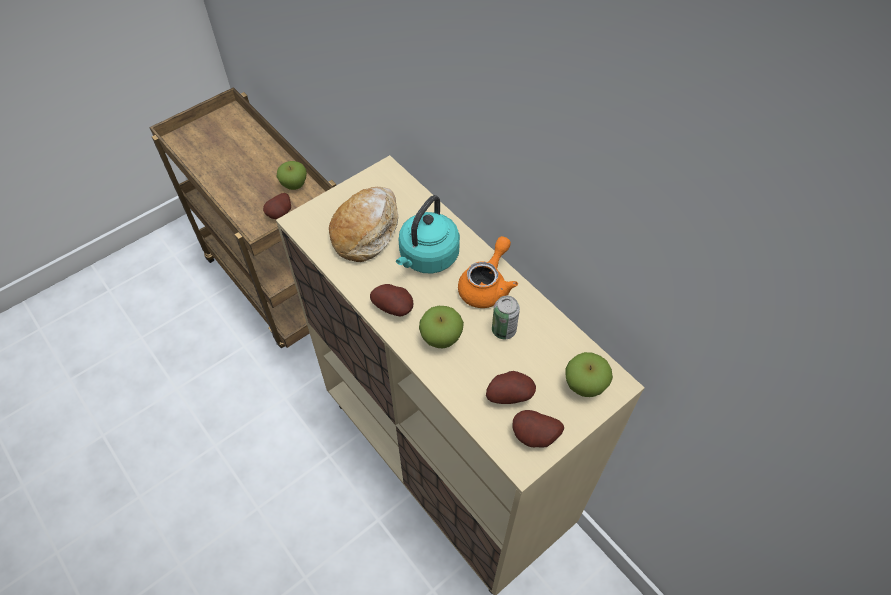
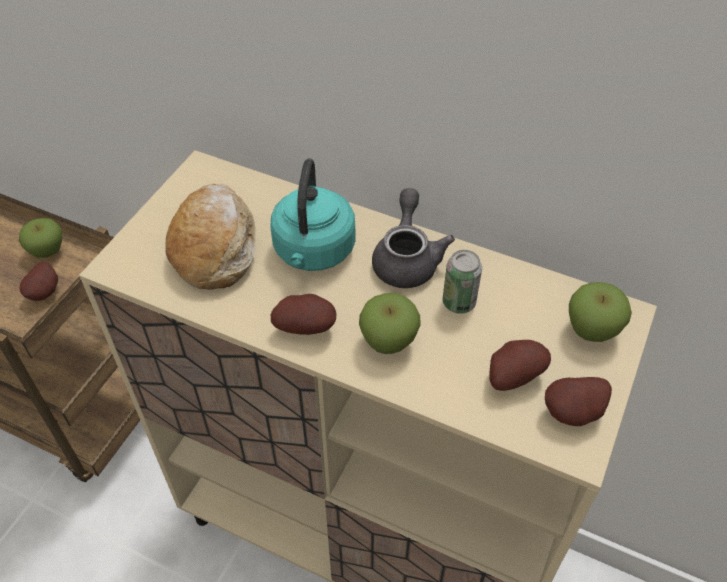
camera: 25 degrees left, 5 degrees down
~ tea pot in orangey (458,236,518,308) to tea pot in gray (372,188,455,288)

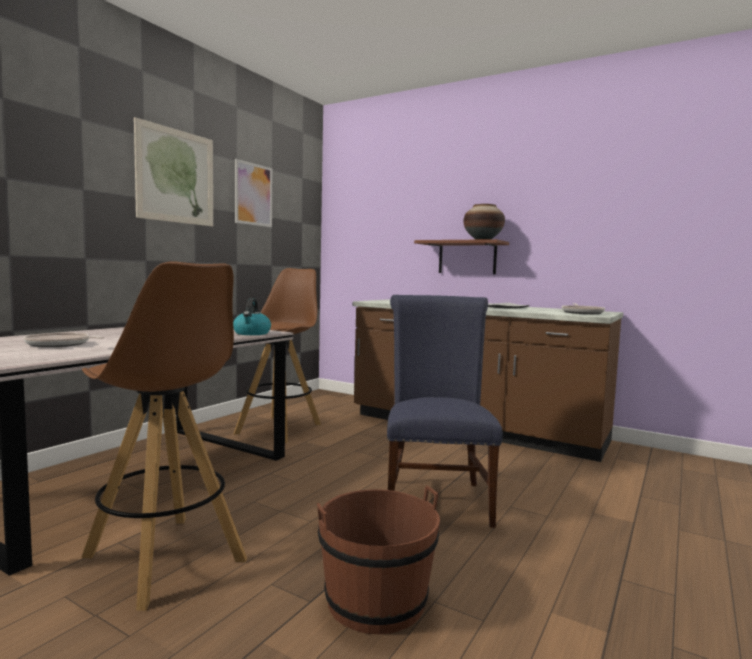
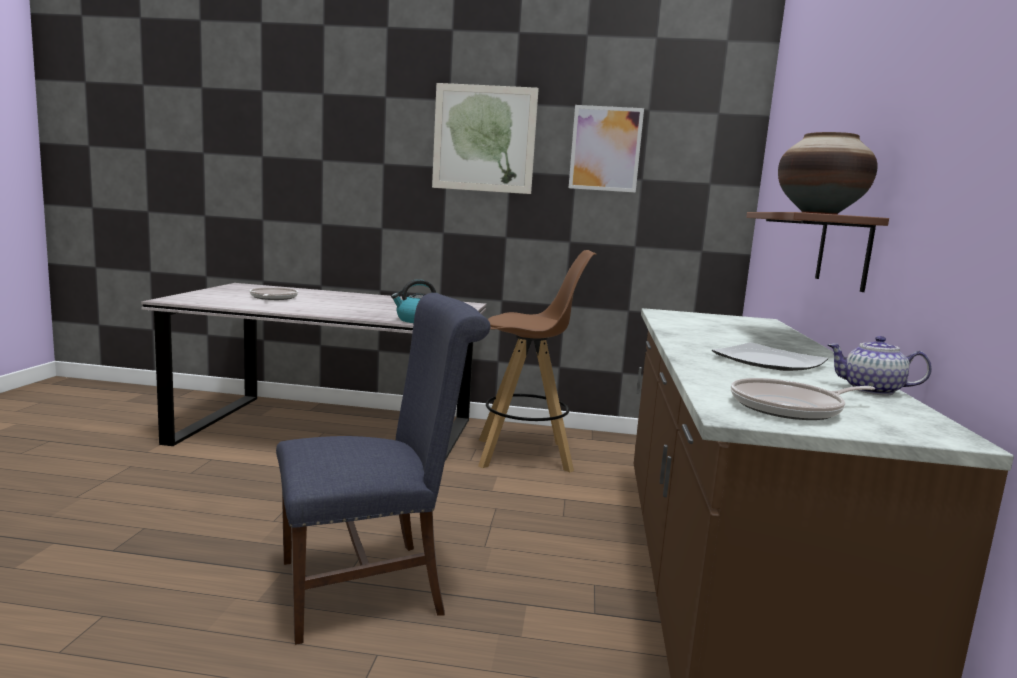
camera: 65 degrees right, 5 degrees up
- stool seat in brownish (81,261,247,611)
- water bucket in brownish (317,485,440,634)
+ tea pot (827,336,932,396)

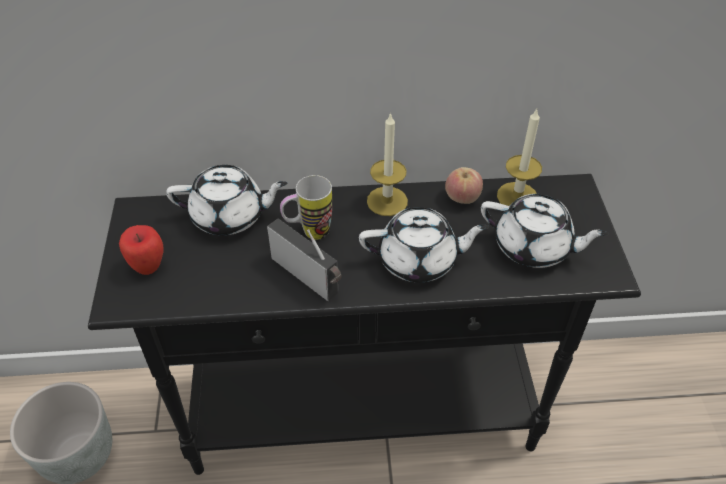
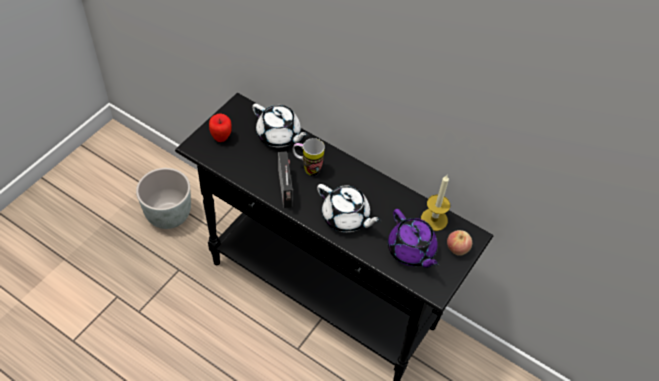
camera: 35 degrees right, 5 degrees up
- wax candle (367,112,408,216)
~ apple (445,167,483,204) to (447,230,472,256)
~ tea pot in white-coloured (481,194,609,268) to tea pot in purple (388,209,439,268)

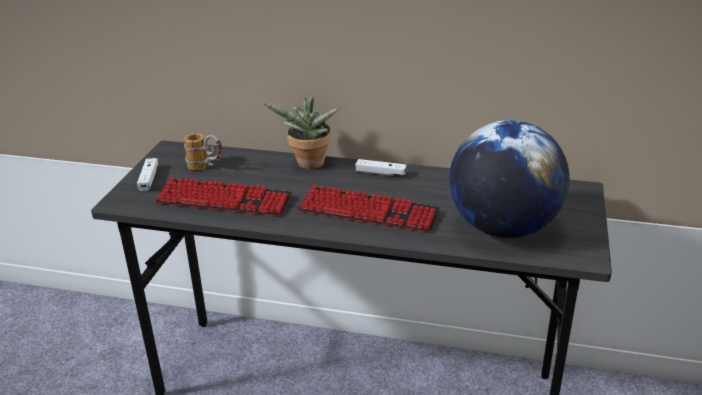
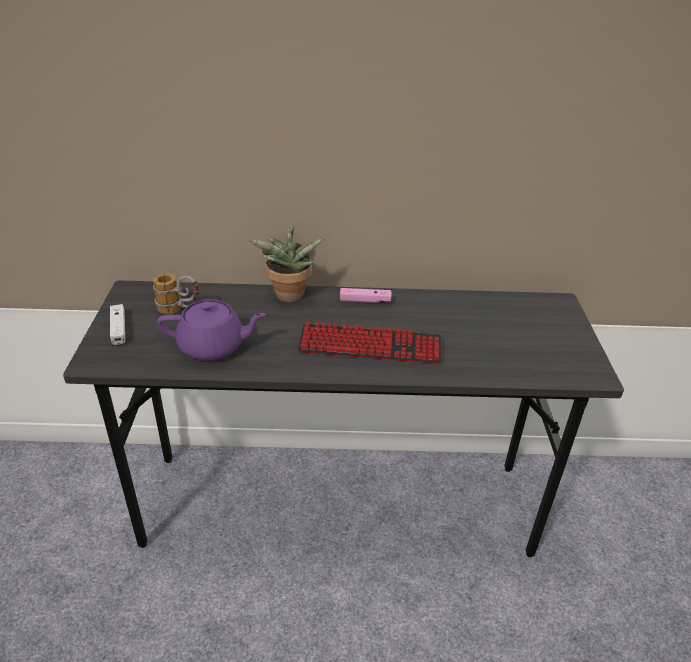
camera: 15 degrees left, 5 degrees up
- world globe (449,120,570,238)
~ keyboard (155,177,293,216) to tea pot in purple (157,300,266,361)
~ joypad in white-coloured (355,159,407,176) to joypad in pink-coloured (340,288,392,303)

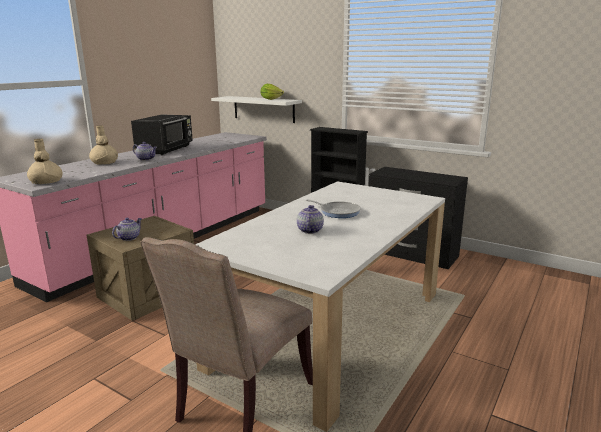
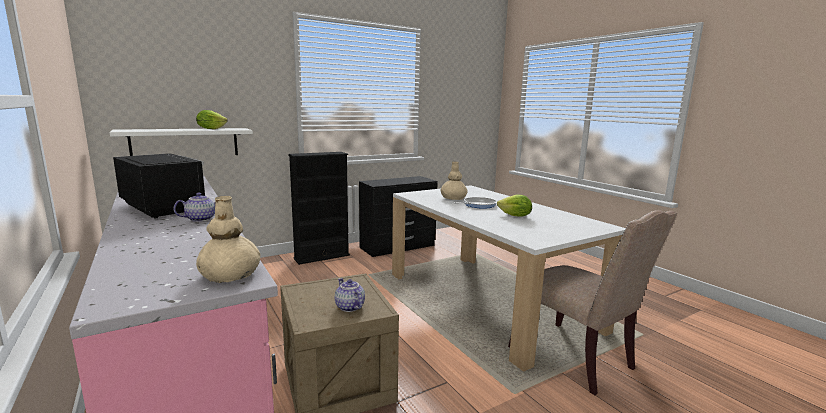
camera: 65 degrees left, 5 degrees down
~ flower vase in sand-coloured (89,126,118,165) to (441,162,468,200)
~ tea pot (297,205,324,234) to lettuce head (497,195,532,217)

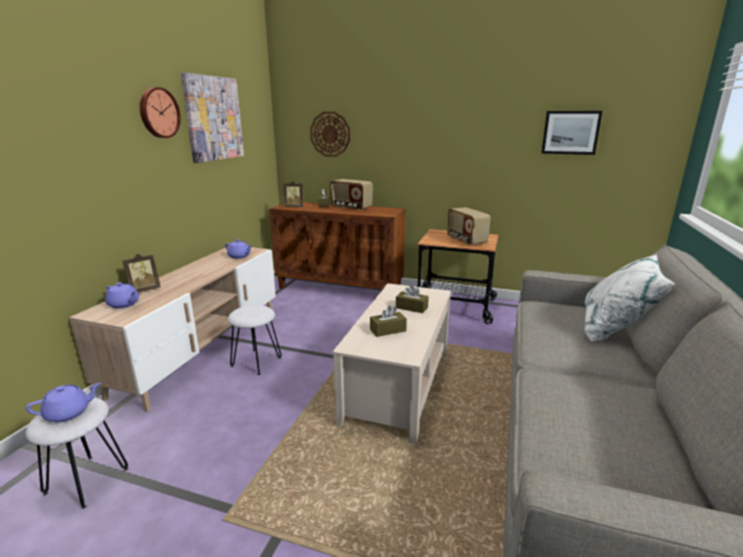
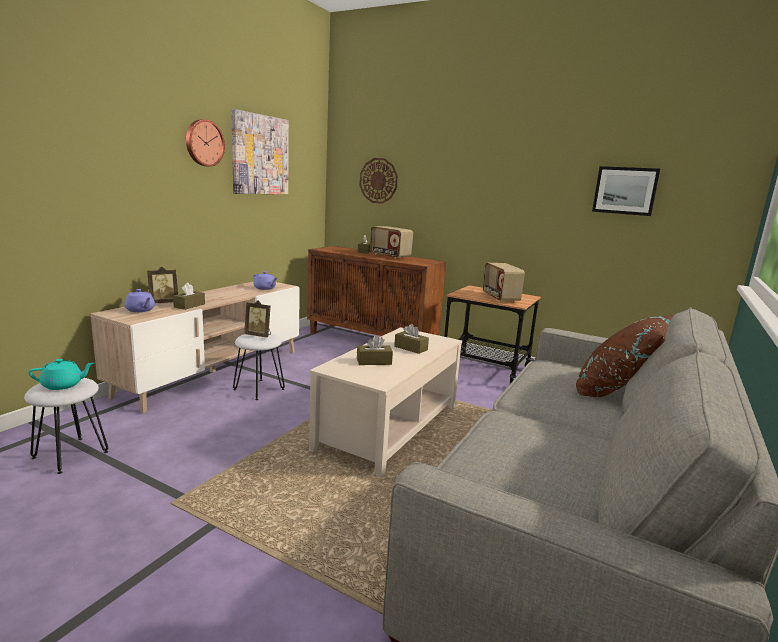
camera: 10 degrees right, 5 degrees down
+ tissue box in brownish (173,283,205,310)
~ picture frame (284,181,303,207) to (244,300,271,337)
~ tea pot in purple (26,383,101,422) to tea pot in turquoise-coloured (28,359,94,390)
~ pillow in white-coloured (584,254,675,341) to pillow in brownish (576,315,674,397)

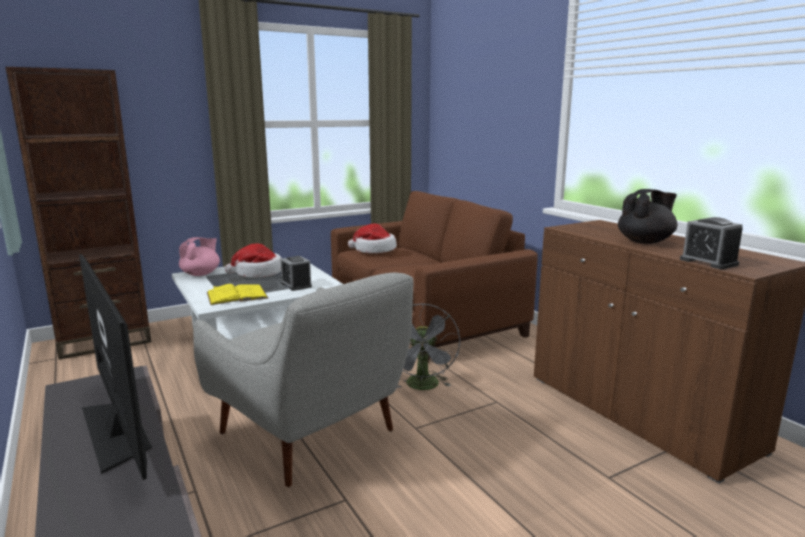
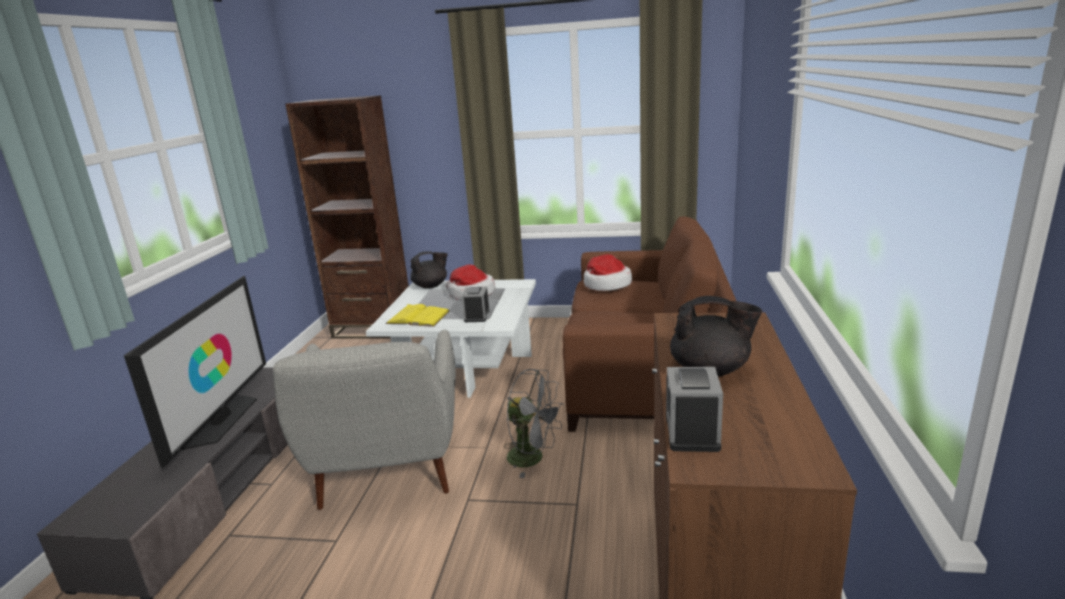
camera: 40 degrees right, 5 degrees up
~ tea pot in pink-coloured (179,237,220,276) to tea pot in black (410,251,448,288)
~ cooling fan in gray (397,303,460,390) = (504,369,564,478) 105 degrees counterclockwise

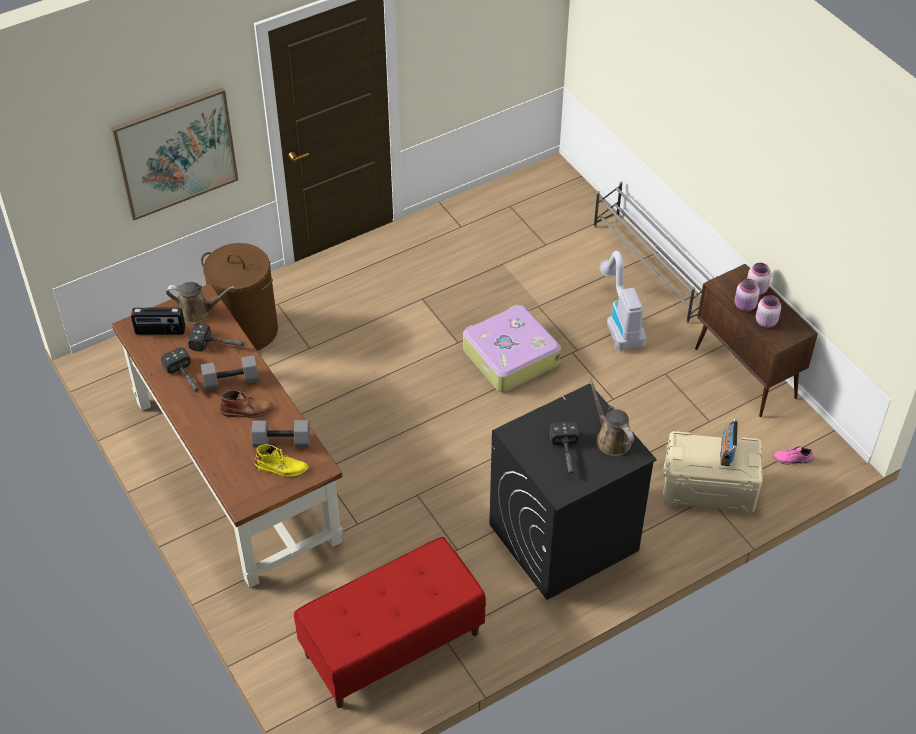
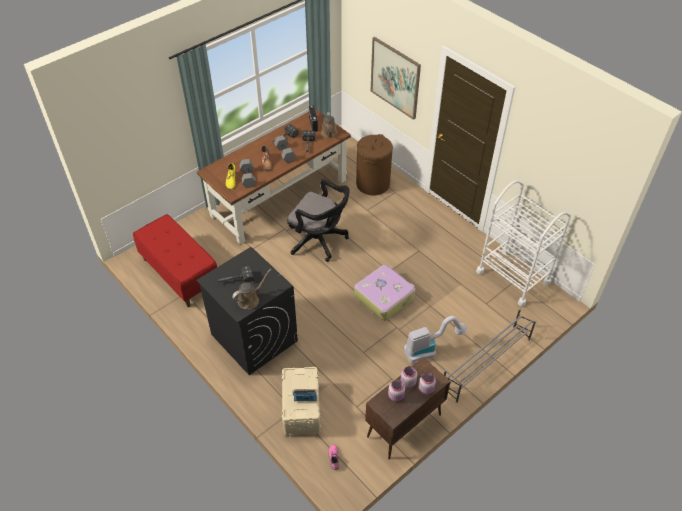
camera: 80 degrees right, 0 degrees up
+ office chair in black (287,179,350,262)
+ wheeled cart in white-coloured (476,180,571,307)

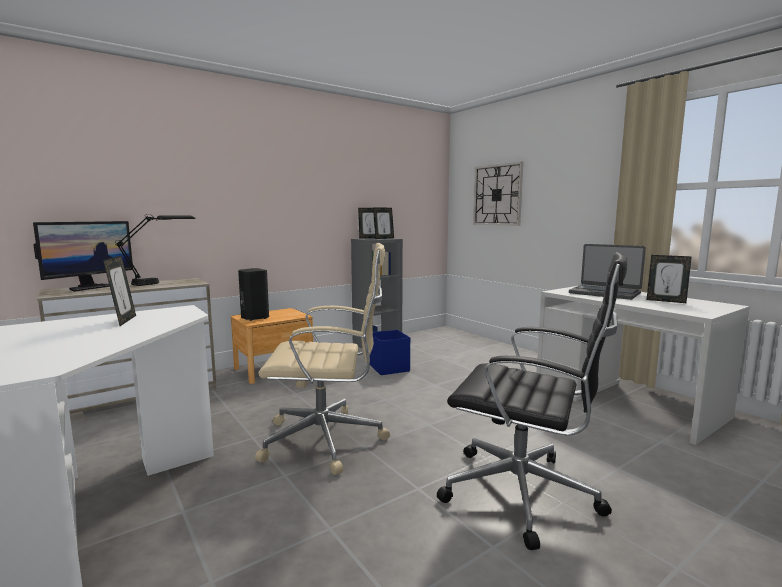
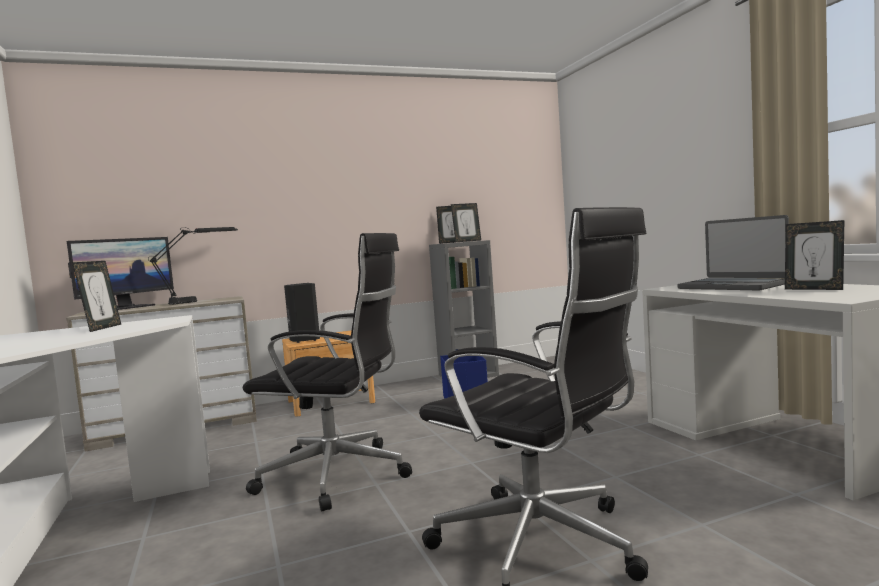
camera: 15 degrees right, 5 degrees down
- hanging clock (473,162,523,226)
~ office chair in sand-coloured (255,243,390,475) to office chair in black (243,233,412,511)

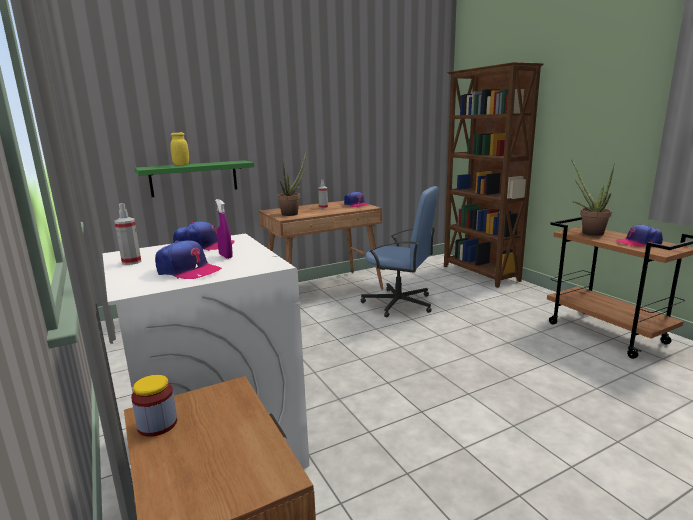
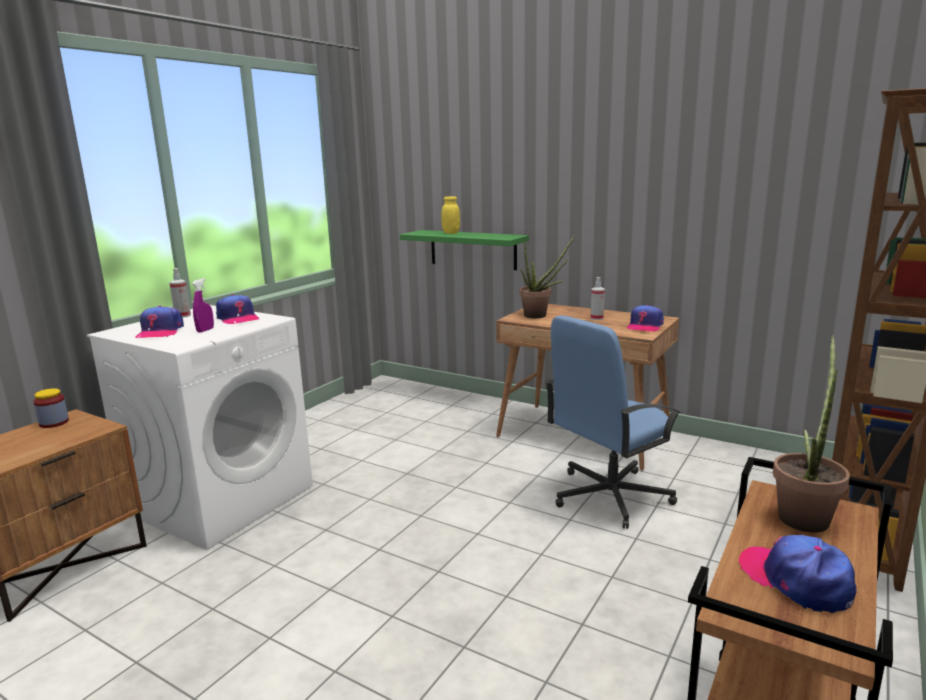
camera: 60 degrees right, 0 degrees up
~ office chair in blue (361,186,439,318) = (545,315,681,529) 60 degrees clockwise

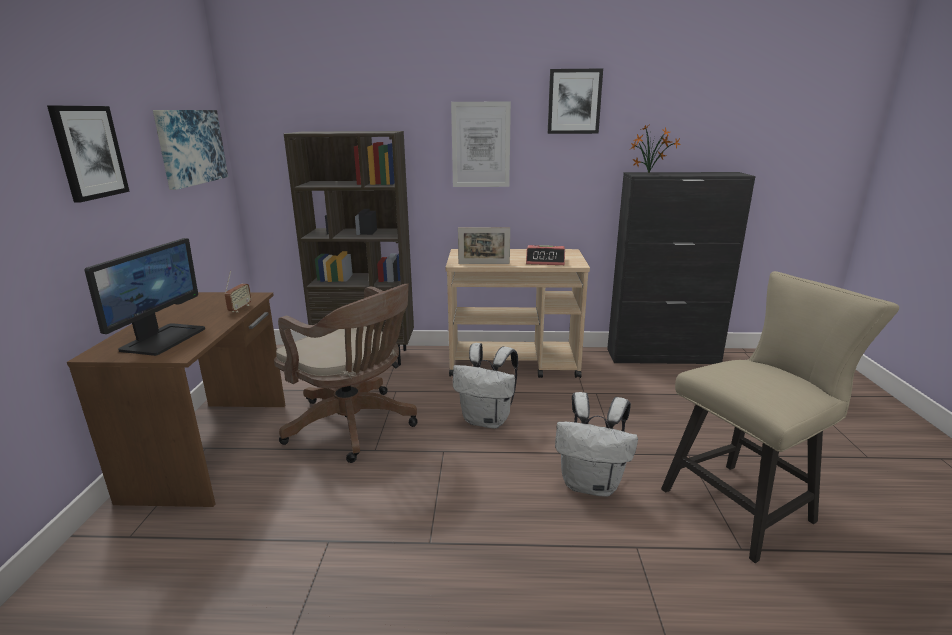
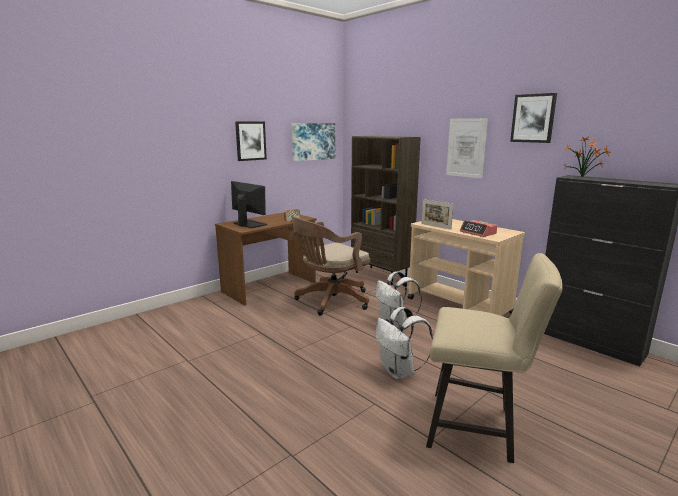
camera: 45 degrees right, 5 degrees down
~ computer screen (85,238,205,356) = (231,181,267,228) 105 degrees counterclockwise
~ office chair in brownish (274,284,418,463) = (292,217,370,316) 60 degrees clockwise

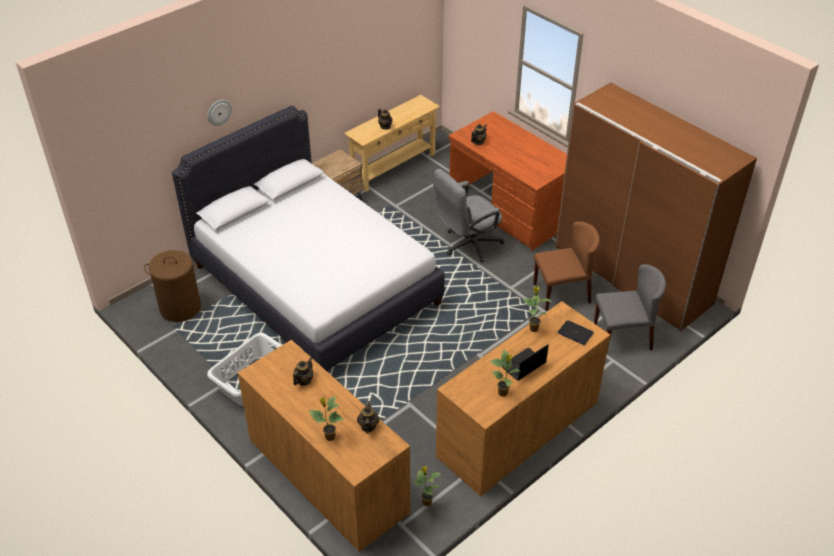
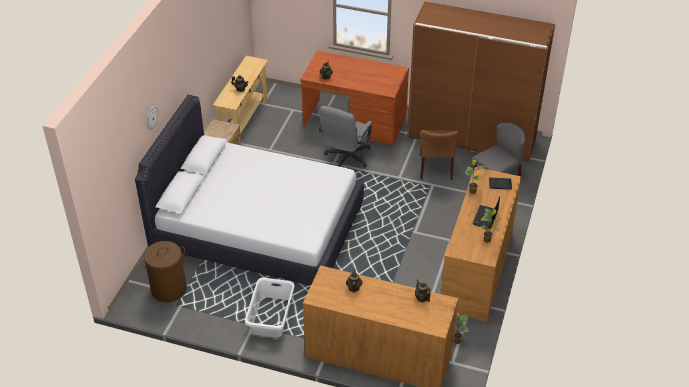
camera: 30 degrees left, 0 degrees up
- plant in a pot (309,396,344,441)
~ chair in brownish (533,221,600,311) = (420,130,458,180) 135 degrees clockwise

